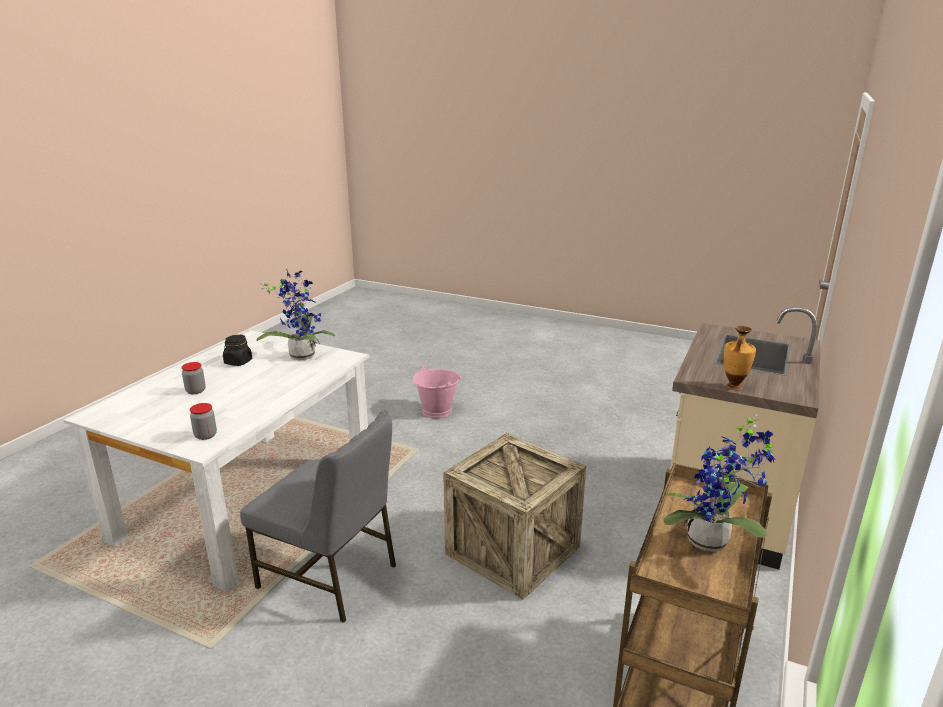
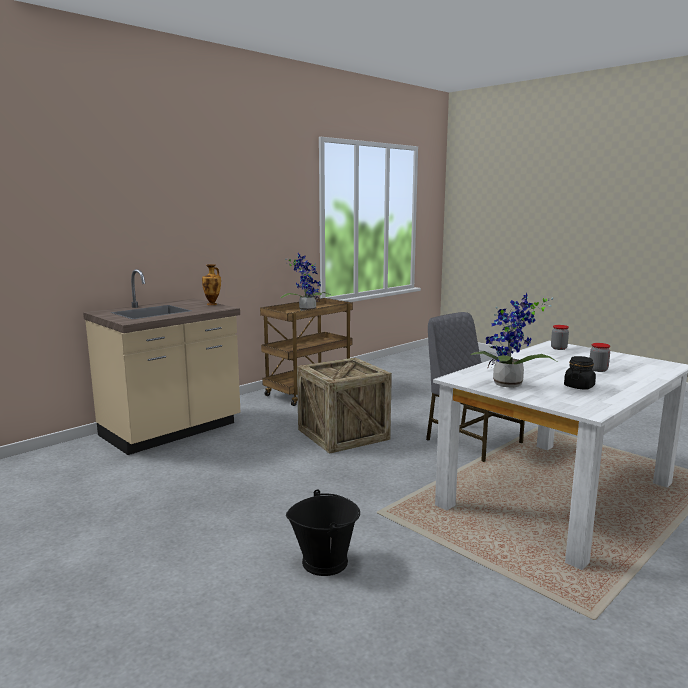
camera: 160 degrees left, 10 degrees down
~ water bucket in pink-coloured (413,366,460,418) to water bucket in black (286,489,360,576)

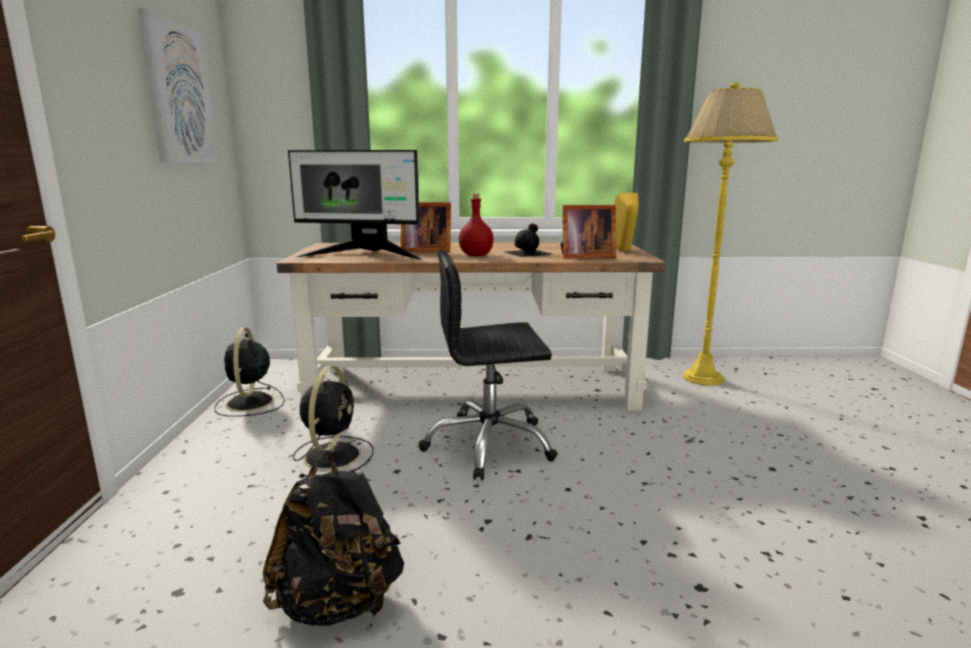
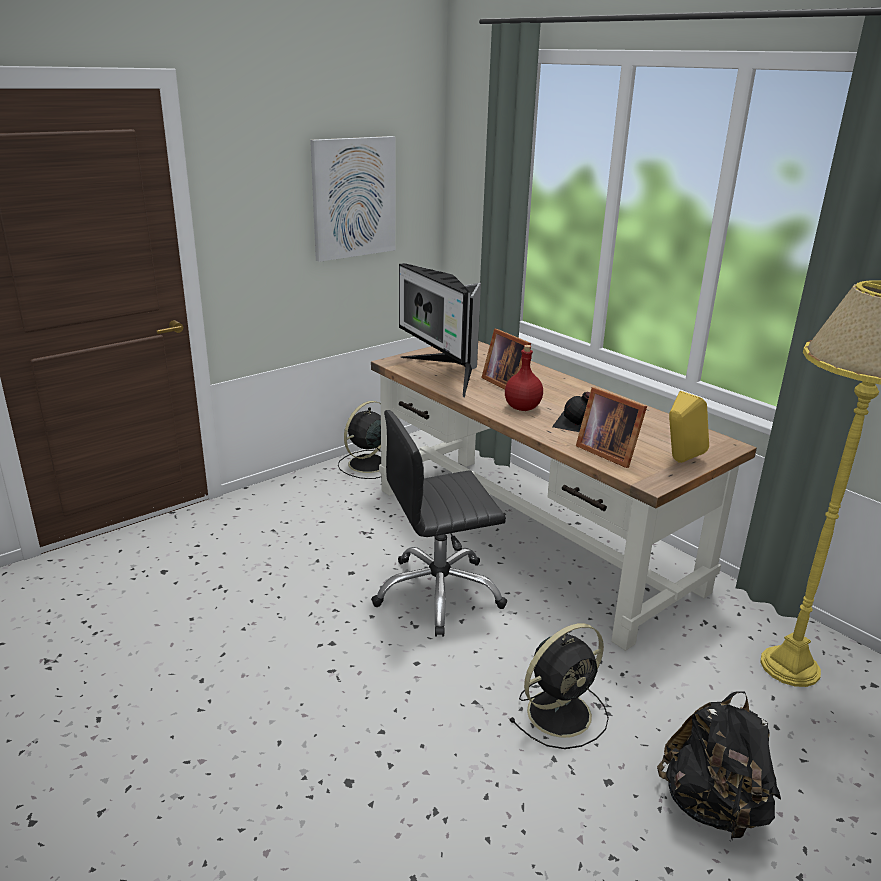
camera: 50 degrees right, 10 degrees up
~ backpack in black (263,452,404,626) to (657,691,781,839)
~ cooling fan in black (293,366,374,478) to (509,623,609,749)
~ office chair in black (419,250,558,480) = (371,410,507,637) 60 degrees counterclockwise

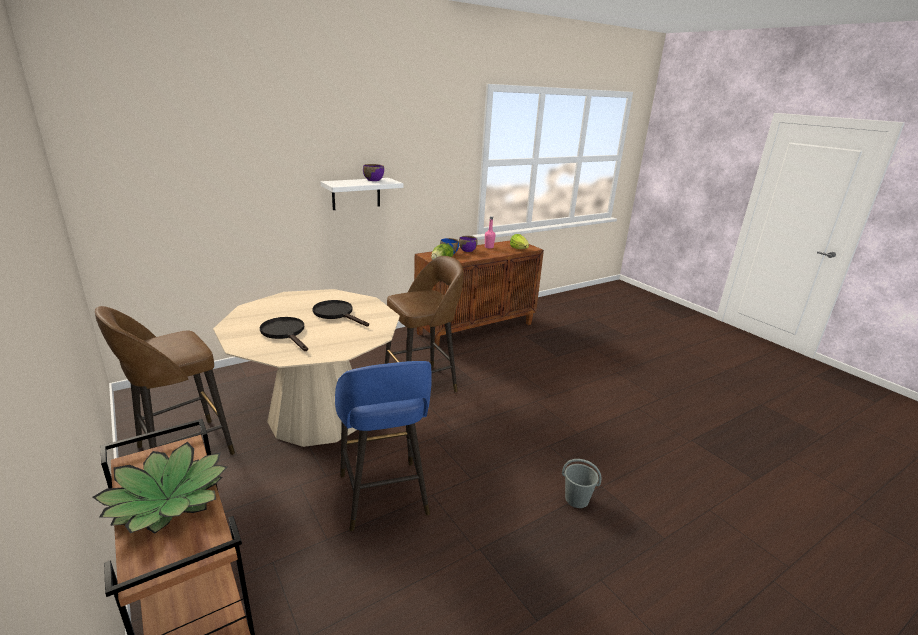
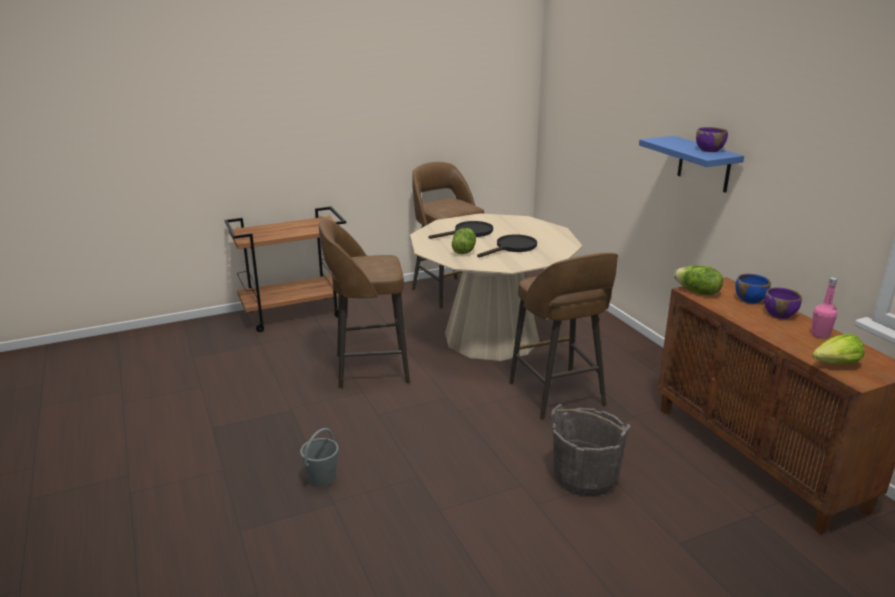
camera: 100 degrees right, 0 degrees up
- plant in a pot (93,442,227,533)
+ lettuce head (452,228,476,254)
+ water bucket in gray (551,404,630,496)
~ bracket shelf in white-coloured (321,178,403,210) to bracket shelf in blue (639,136,744,193)
~ stool seat in blue (335,361,432,531) to stool seat in brownish (319,219,410,389)

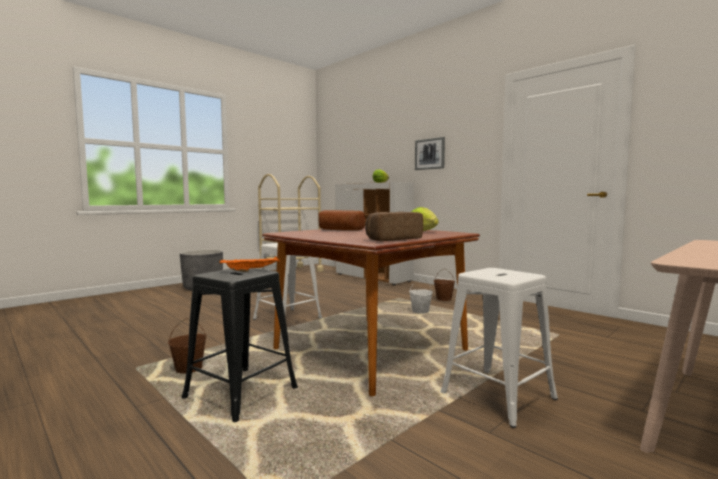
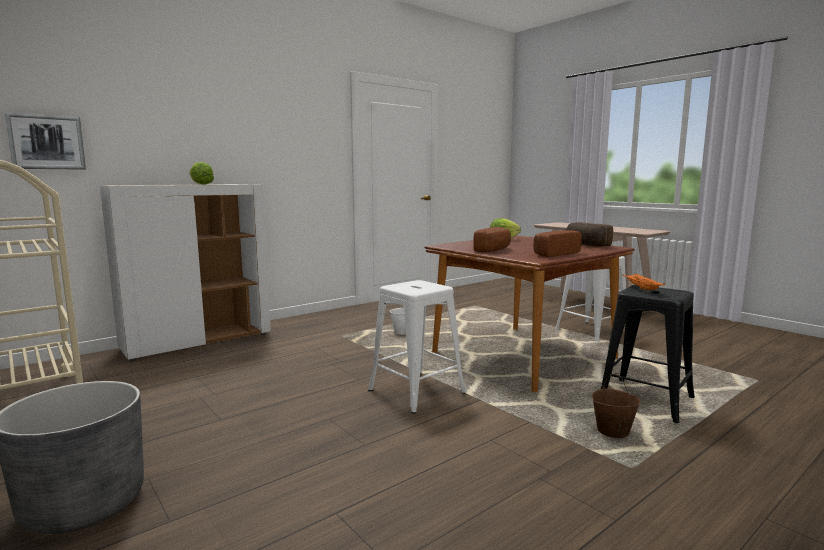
camera: 85 degrees left, 5 degrees up
- water bucket in brownish (434,269,455,301)
+ baked bread (533,230,582,257)
~ picture (415,137,445,170) to (5,113,86,170)

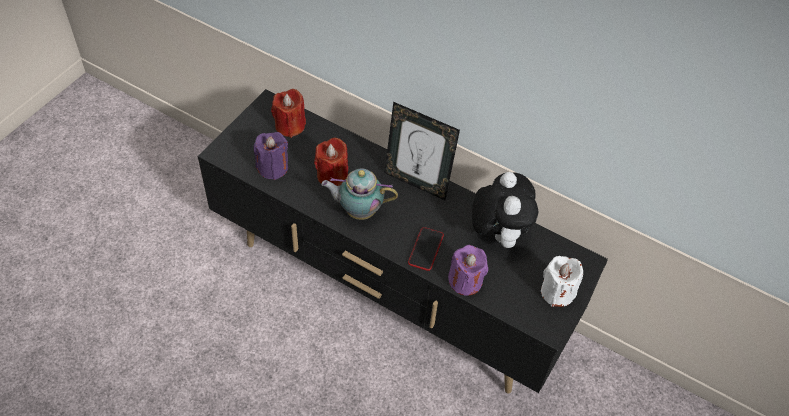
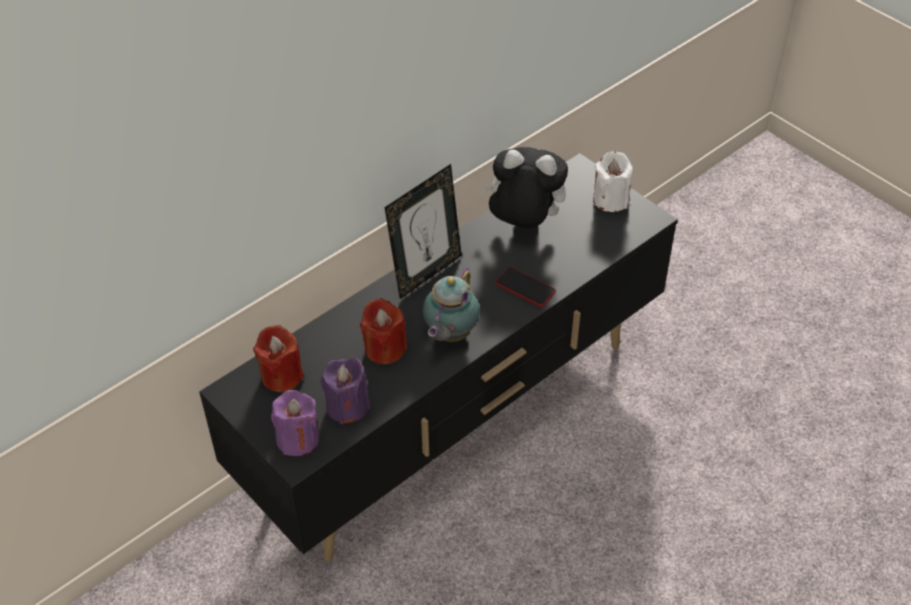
camera: 70 degrees left, 5 degrees down
~ wax candle in purple (448,245,488,296) to (271,390,319,456)

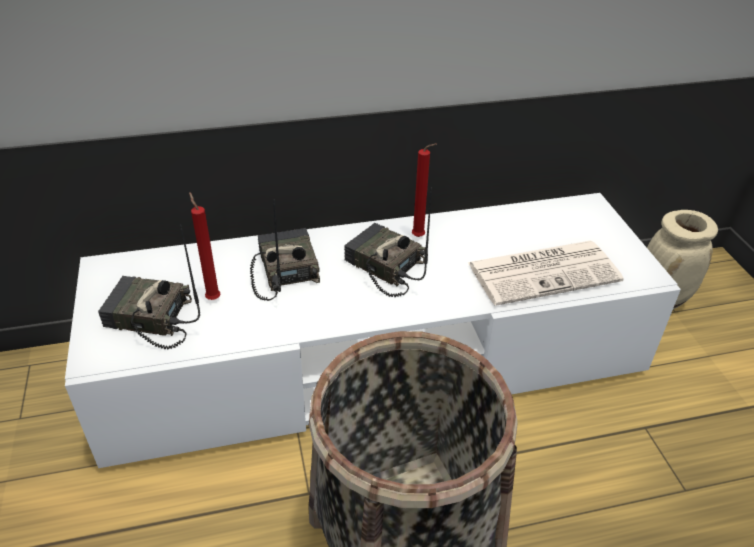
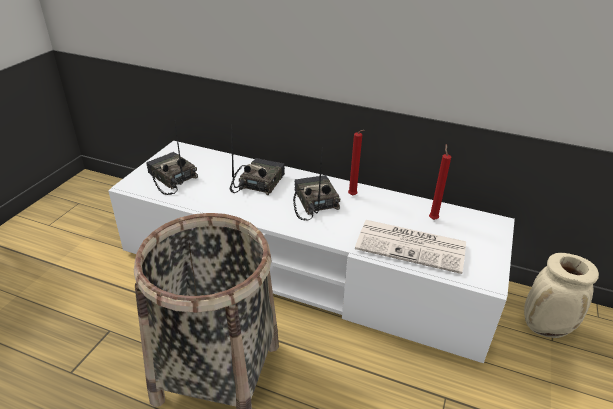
camera: 35 degrees right, 5 degrees down
~ wax candle in reddish (189,192,221,300) to (429,144,451,220)

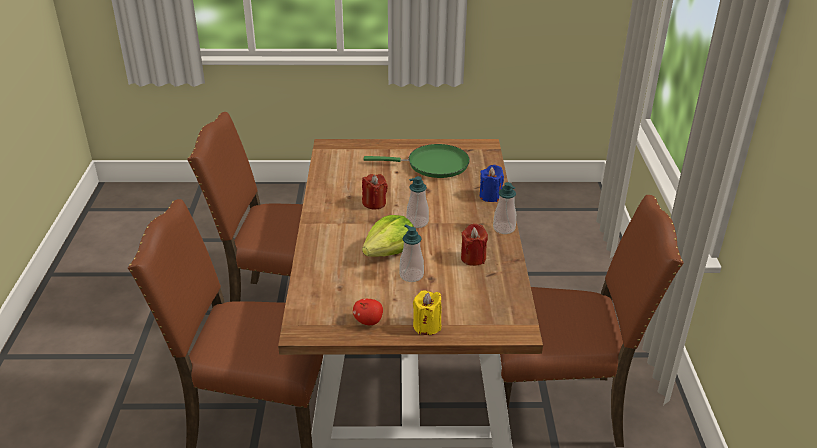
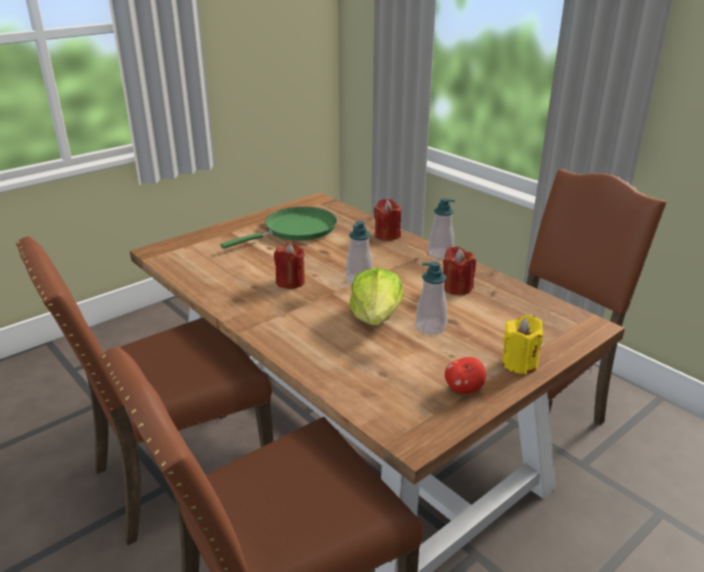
camera: 40 degrees left, 5 degrees down
~ wax candle in blue (480,165,504,202) to wax candle in reddish (374,199,401,241)

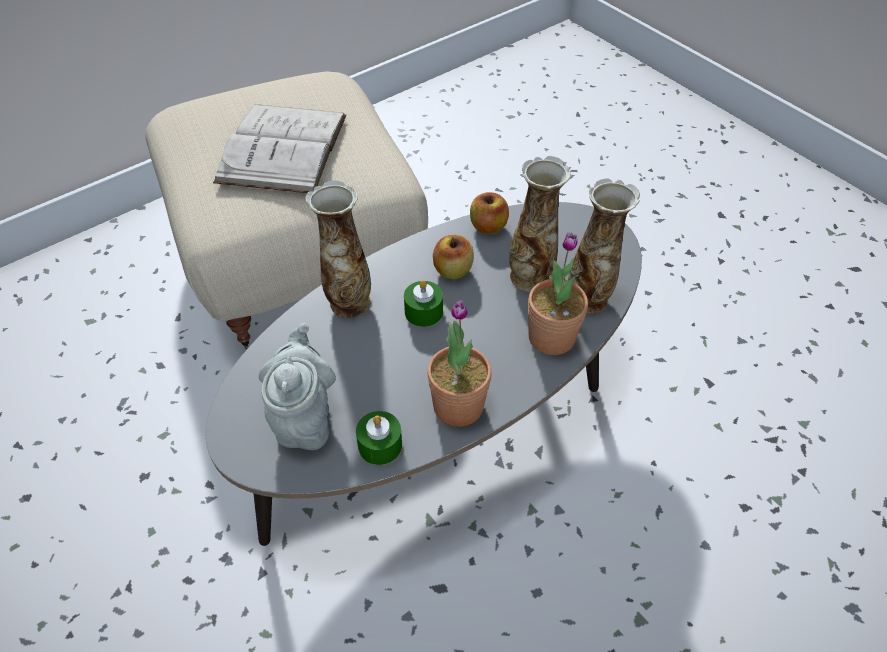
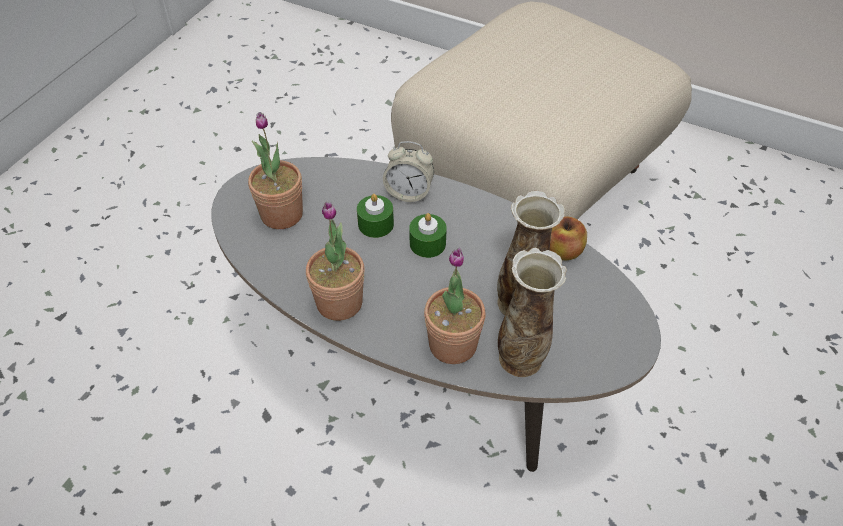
camera: 65 degrees right, 0 degrees up
- bound book in white-coloured (213,104,346,193)
- apple (433,235,474,279)
~ wax candle in green (356,411,402,465) to (357,194,394,238)
~ tea pot in gray (259,323,336,450) to plant in a pot (248,112,303,229)
~ flower vase (305,181,371,318) to bedside clock (383,141,434,202)

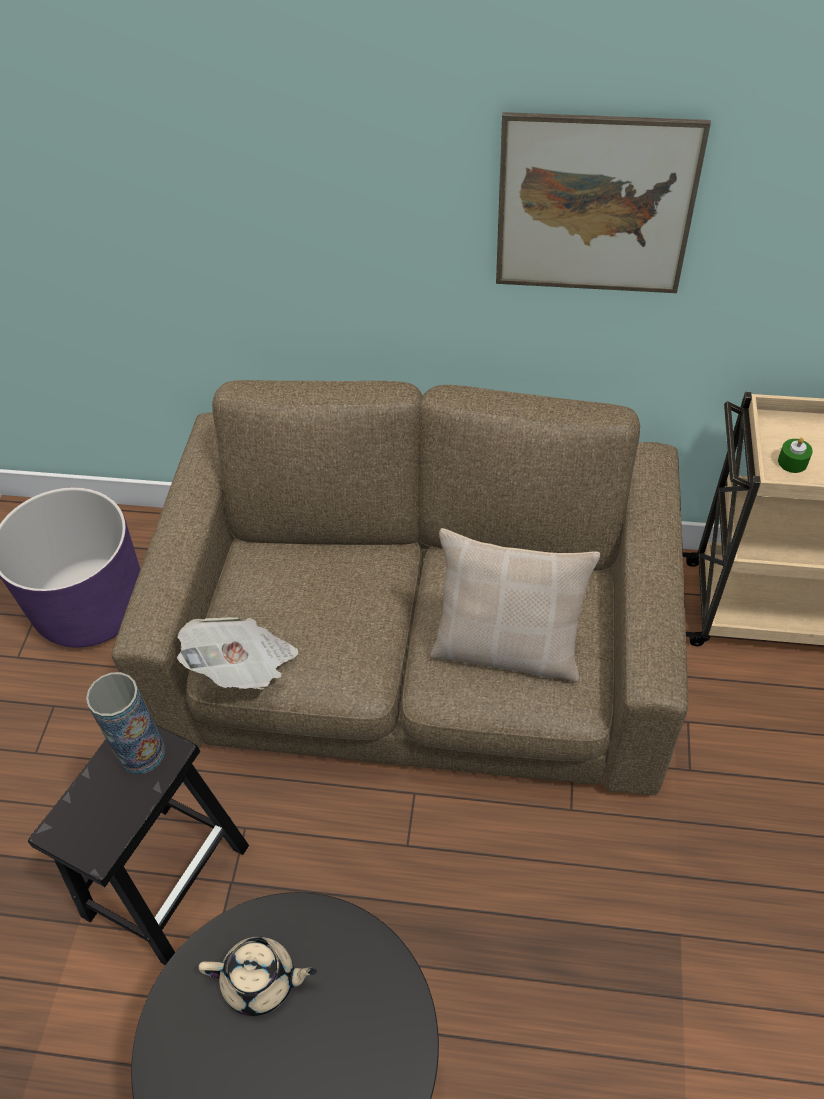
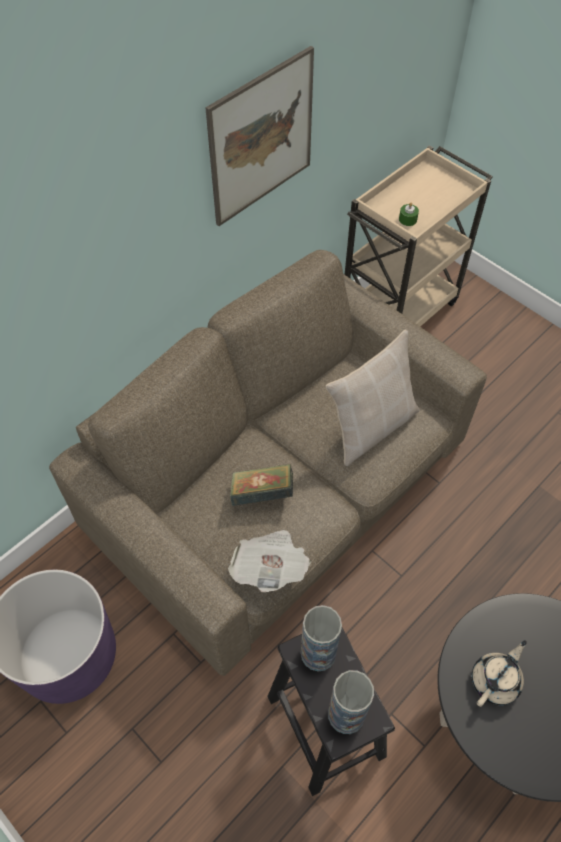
camera: 55 degrees left, 5 degrees up
+ bound book (230,464,293,506)
+ flower vase (328,670,374,734)

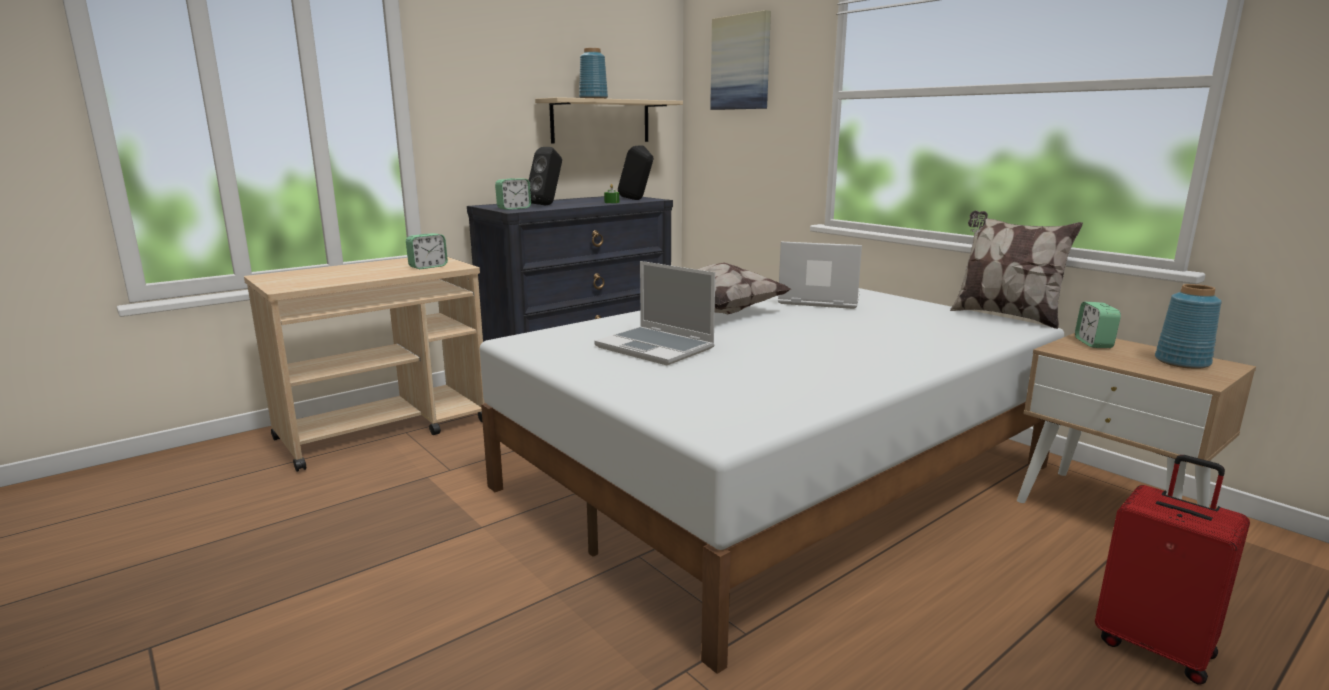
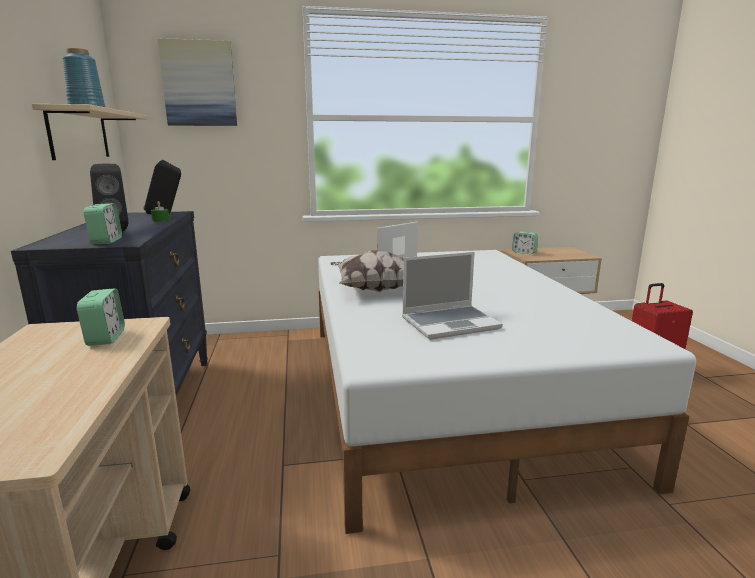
camera: 60 degrees left, 0 degrees up
- pillow (950,210,1083,329)
- flower vase in blue (1155,284,1222,369)

